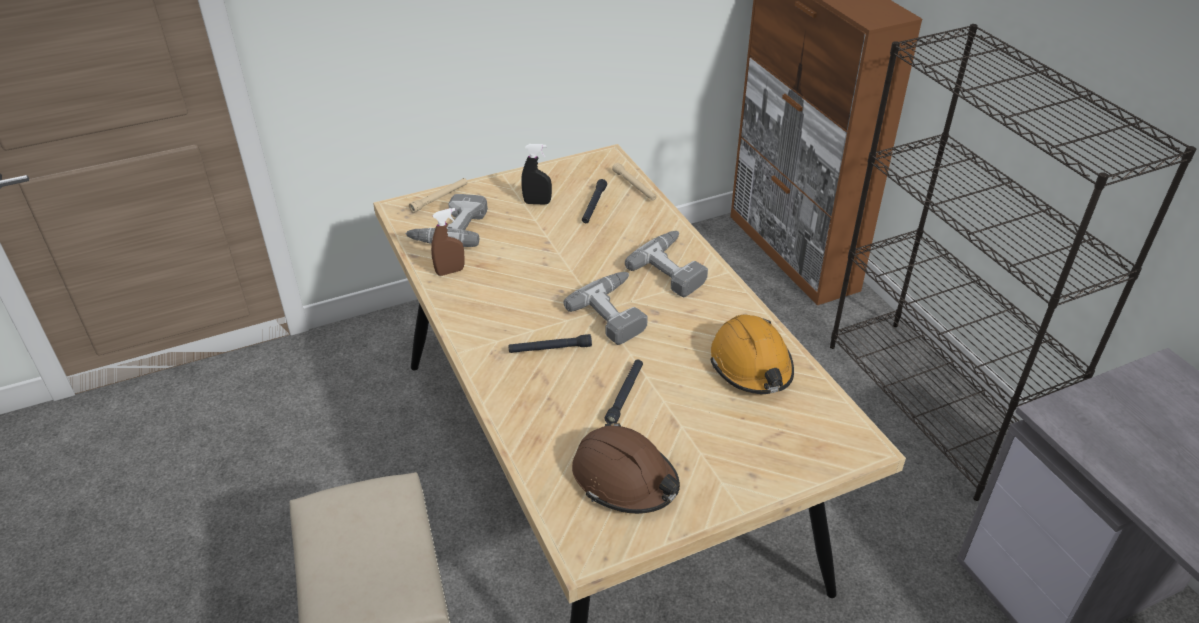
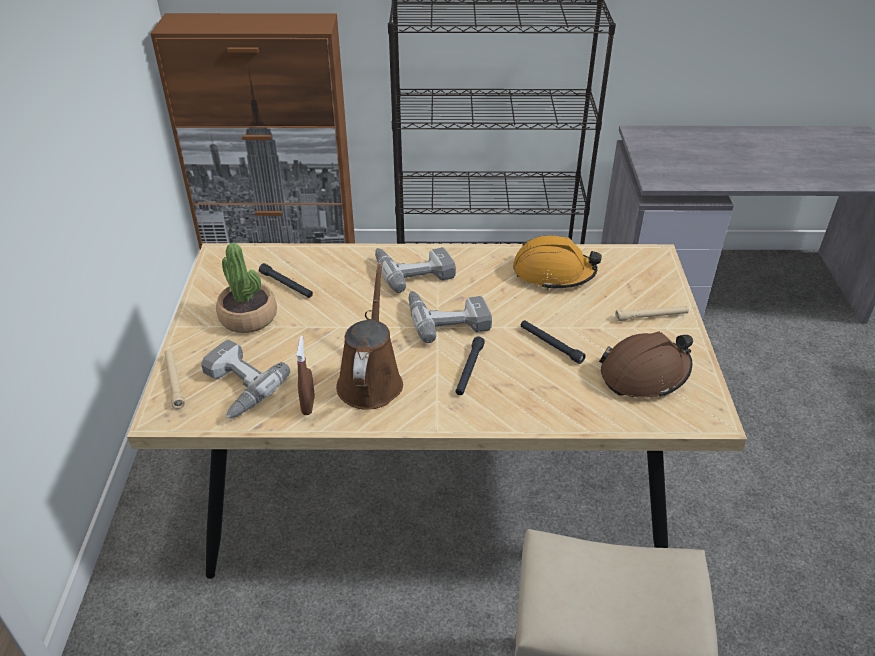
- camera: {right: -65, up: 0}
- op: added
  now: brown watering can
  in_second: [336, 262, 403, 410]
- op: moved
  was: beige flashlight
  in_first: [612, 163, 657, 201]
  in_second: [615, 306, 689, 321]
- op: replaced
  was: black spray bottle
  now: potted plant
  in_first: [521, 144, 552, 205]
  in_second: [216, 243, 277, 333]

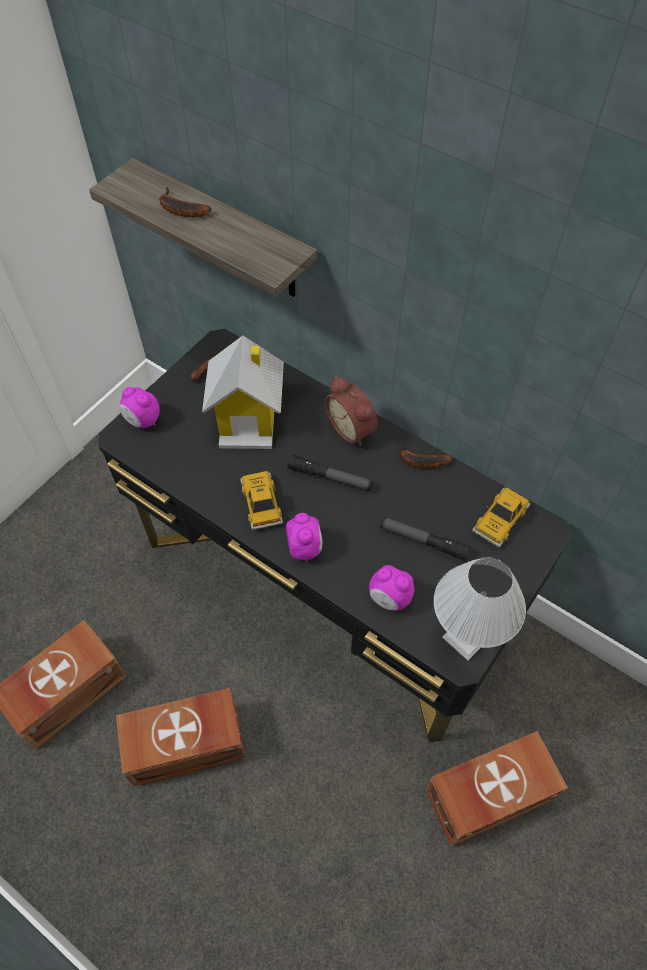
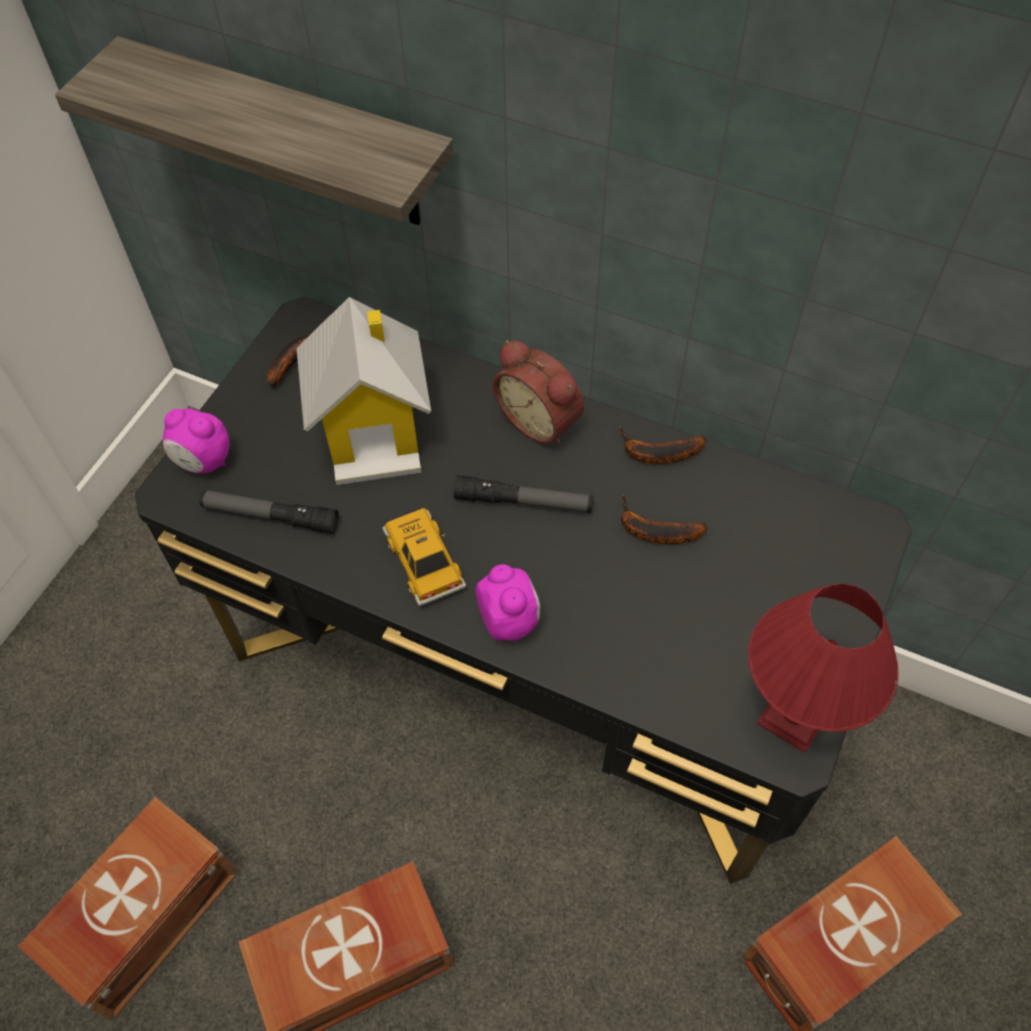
- camera: {right: -10, up: 0}
- op: removed
  was: alarm clock
  in_first: [369, 565, 415, 611]
- op: removed
  was: toy car
  in_first: [472, 488, 530, 547]
- op: moved
  was: banana
  in_first: [159, 187, 211, 217]
  in_second: [621, 495, 708, 544]
- op: moved
  was: flashlight
  in_first: [380, 517, 471, 561]
  in_second: [199, 490, 339, 534]
- op: recoloured
  was: white table lamp
  now: red table lamp
  in_first: [434, 557, 526, 661]
  in_second: [748, 584, 899, 753]

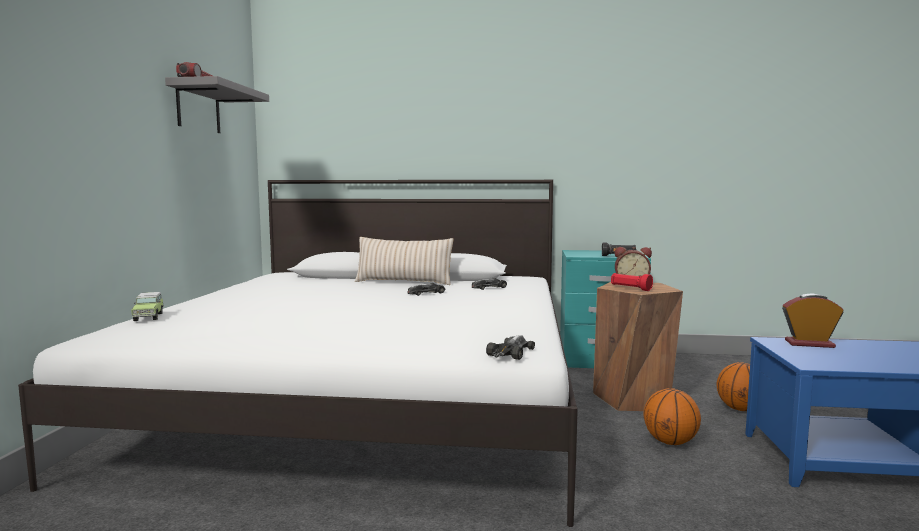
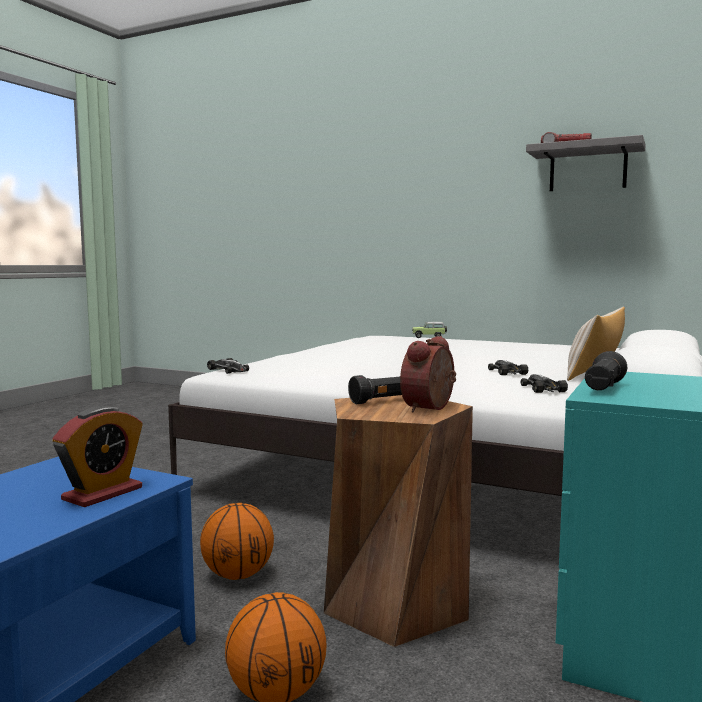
- camera: {right: 110, up: 0}
- op: recoloured
  was: red flashlight
  now: black flashlight
  in_first: [611, 273, 653, 291]
  in_second: [348, 375, 402, 404]

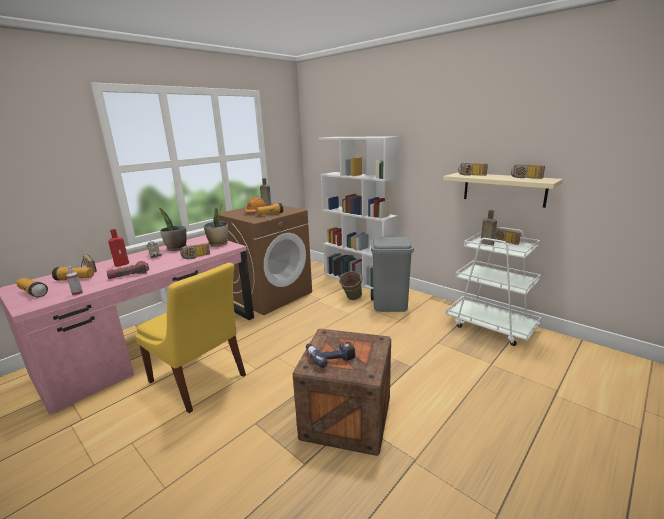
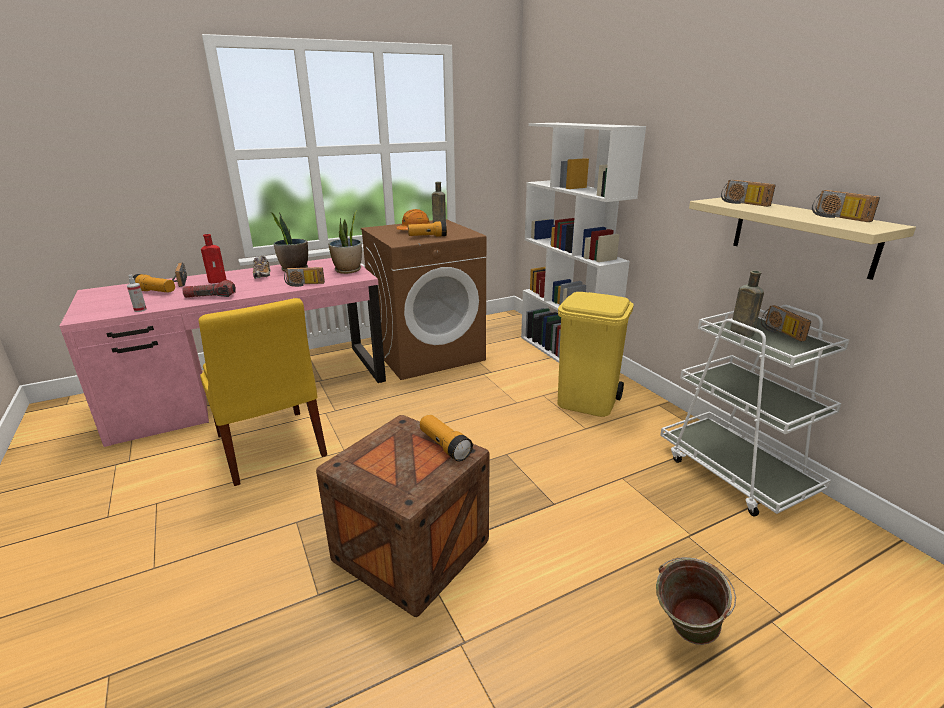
- camera: {right: 20, up: 5}
- op: removed
  was: power drill
  in_first: [306, 342, 355, 368]
- op: moved
  was: flashlight
  in_first: [16, 278, 48, 297]
  in_second: [420, 414, 473, 461]
- op: moved
  was: green bucket
  in_first: [339, 271, 363, 300]
  in_second: [656, 557, 736, 645]
- op: recoloured
  was: grey trash can
  now: yellow trash can
  in_first: [371, 237, 414, 312]
  in_second: [557, 292, 634, 417]

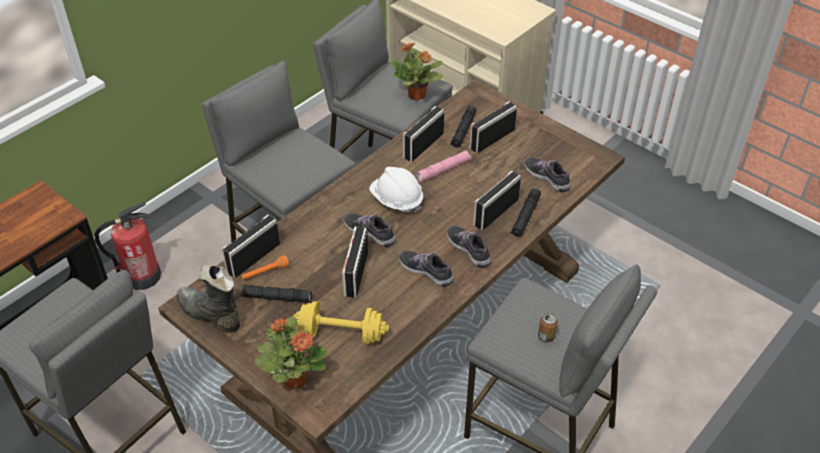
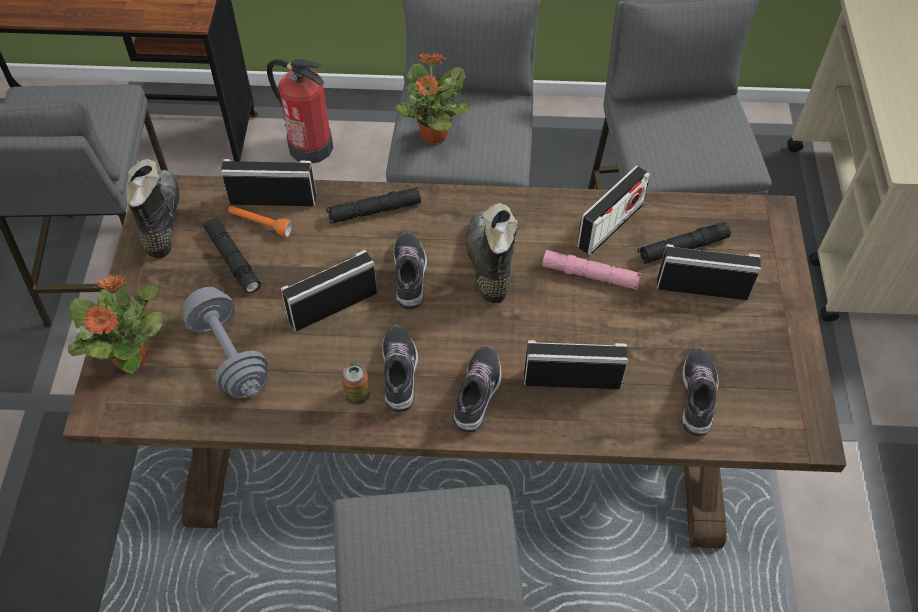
- camera: {right: 50, up: 10}
- op: moved
  was: potted plant
  in_first: [391, 42, 443, 101]
  in_second: [394, 53, 471, 144]
- op: moved
  was: black flashlight
  in_first: [511, 189, 541, 237]
  in_second: [326, 187, 421, 223]
- op: moved
  was: can
  in_first: [538, 313, 558, 343]
  in_second: [341, 363, 370, 405]
- op: replaced
  was: white hard hat
  now: black boot
  in_first: [369, 167, 423, 214]
  in_second: [466, 203, 518, 303]
- op: recoloured
  was: yellow dumbbell
  now: grey dumbbell
  in_first: [293, 301, 389, 345]
  in_second: [183, 287, 268, 399]
- op: turned
  was: radio
  in_first: [403, 106, 444, 162]
  in_second: [577, 165, 650, 255]
  clockwise: 135

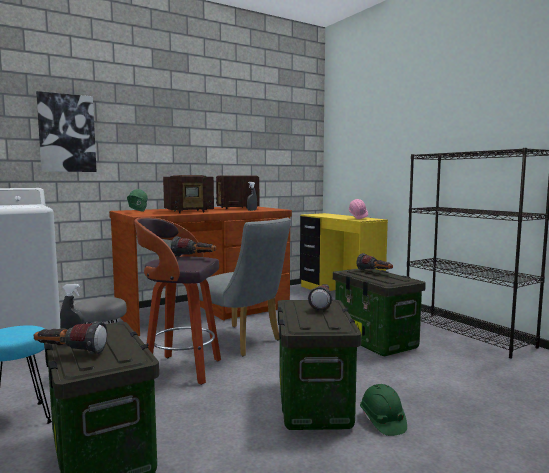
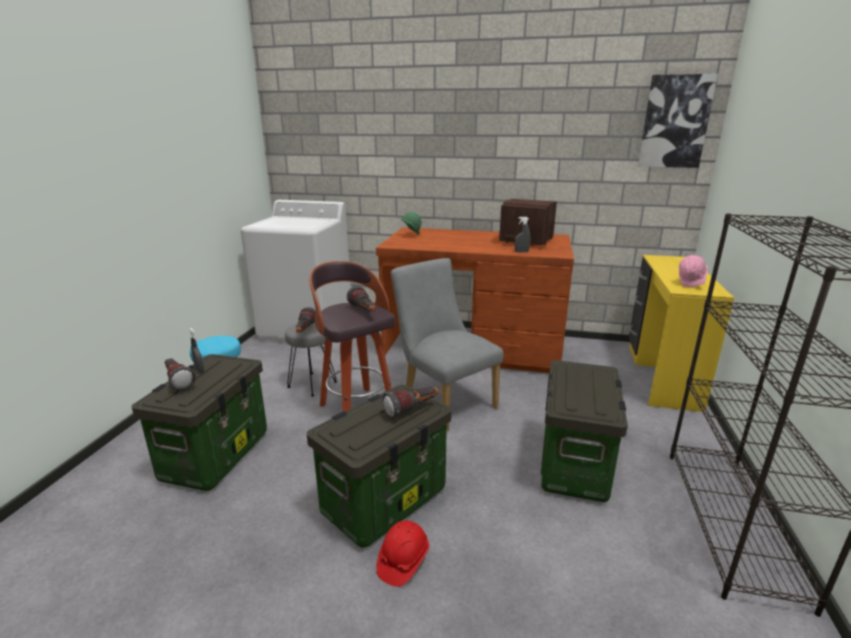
- camera: {right: 45, up: 15}
- op: removed
  was: radio
  in_first: [163, 175, 214, 213]
- op: moved
  was: picture
  in_first: [36, 91, 97, 172]
  in_second: [638, 74, 718, 168]
- op: moved
  was: flashlight
  in_first: [356, 253, 393, 270]
  in_second: [296, 307, 316, 333]
- op: recoloured
  was: green hard hat
  now: red hard hat
  in_first: [360, 384, 407, 436]
  in_second: [376, 520, 429, 587]
- op: turned
  was: grey chair
  in_first: [192, 218, 291, 356]
  in_second: [391, 258, 504, 431]
  clockwise: 150

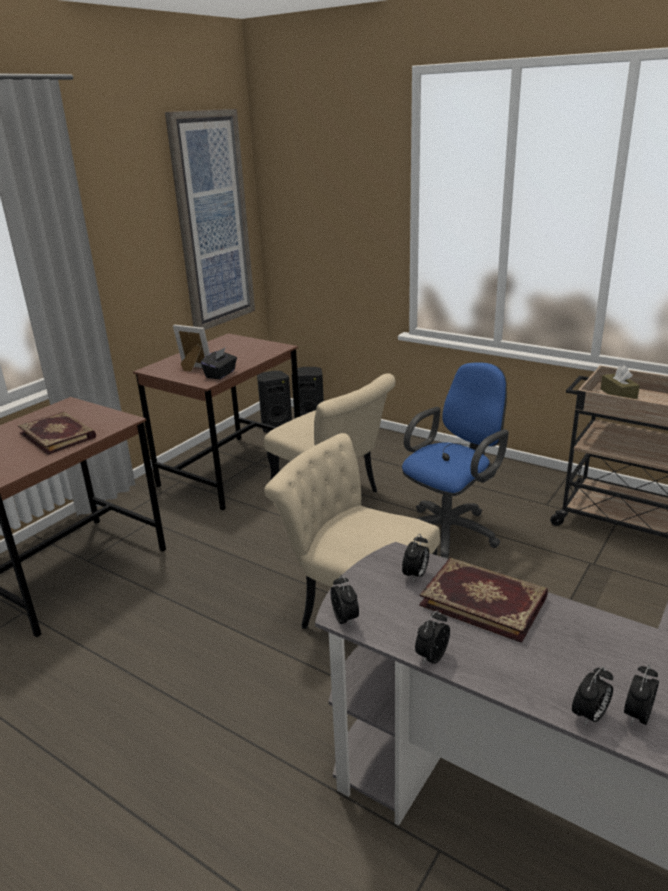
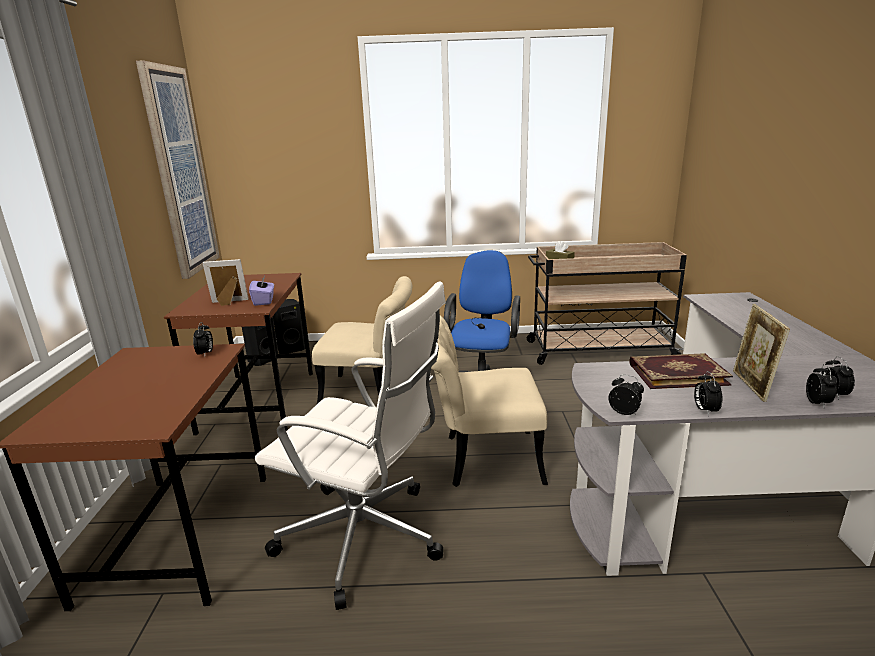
- camera: {right: -35, up: -5}
- op: removed
  was: book
  in_first: [18, 412, 96, 455]
- op: added
  now: white office chair
  in_second: [255, 281, 446, 610]
- op: added
  now: picture frame
  in_second: [733, 304, 790, 402]
- op: moved
  was: alarm clock
  in_first: [402, 534, 429, 582]
  in_second: [193, 322, 213, 356]
- op: recoloured
  was: black tissue box
  now: purple tissue box
  in_first: [201, 348, 237, 379]
  in_second: [249, 276, 274, 306]

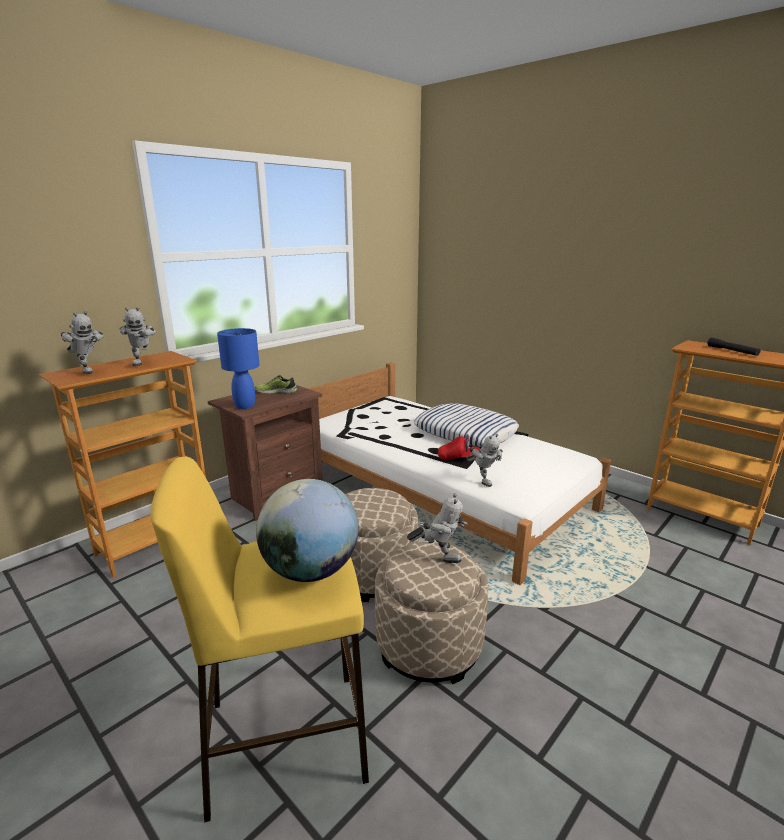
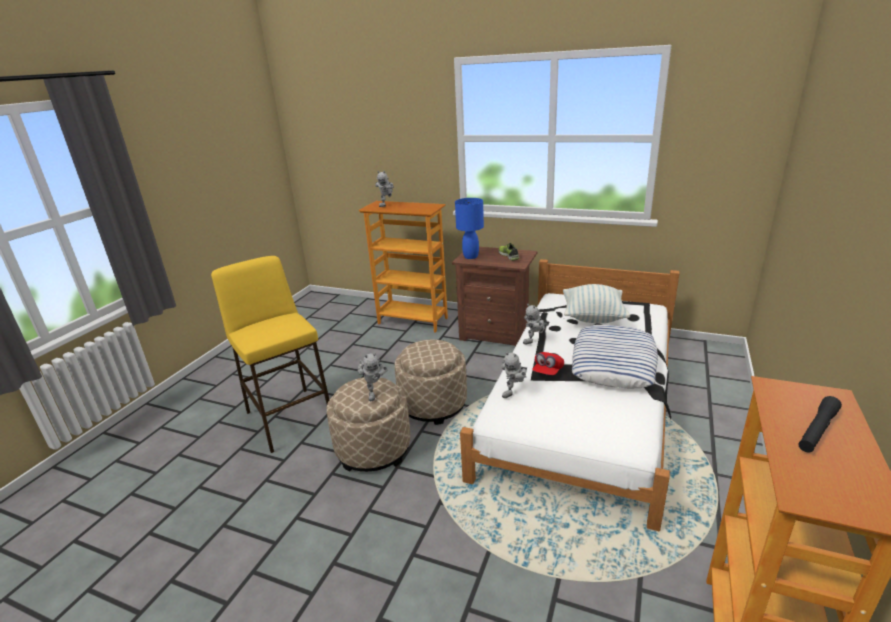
- camera: {right: 70, up: 5}
- op: removed
  was: globe
  in_first: [256, 479, 359, 582]
- op: added
  now: pillow
  in_second: [563, 284, 630, 323]
- op: moved
  was: toy robot
  in_first: [120, 306, 156, 366]
  in_second: [523, 304, 550, 344]
- op: turned
  was: red cap
  in_first: [438, 434, 480, 461]
  in_second: [532, 352, 564, 375]
  clockwise: 45

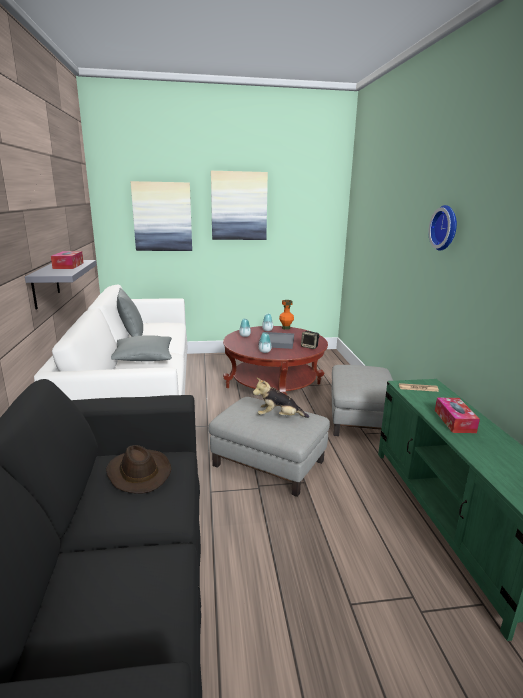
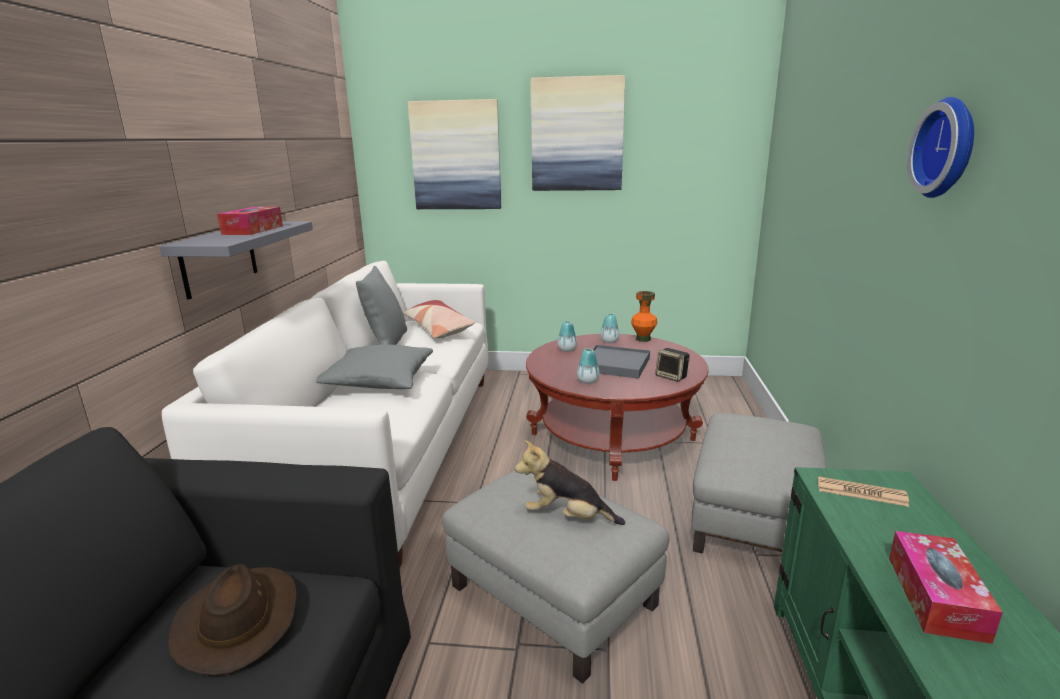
- camera: {right: 15, up: 0}
- op: added
  now: pillow
  in_second: [403, 300, 475, 338]

